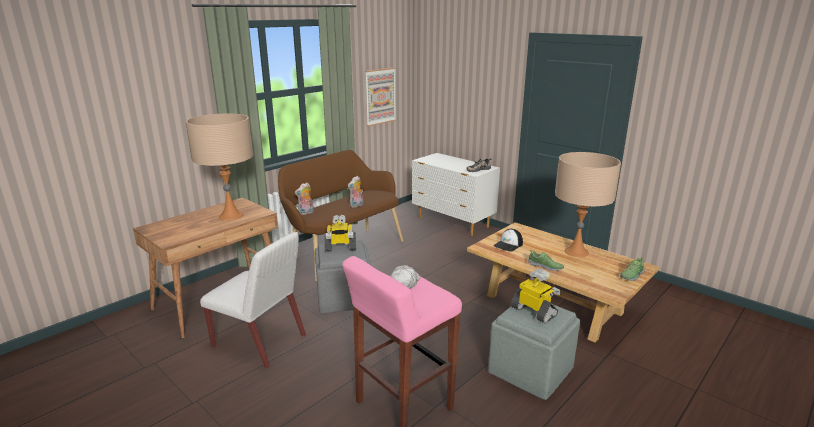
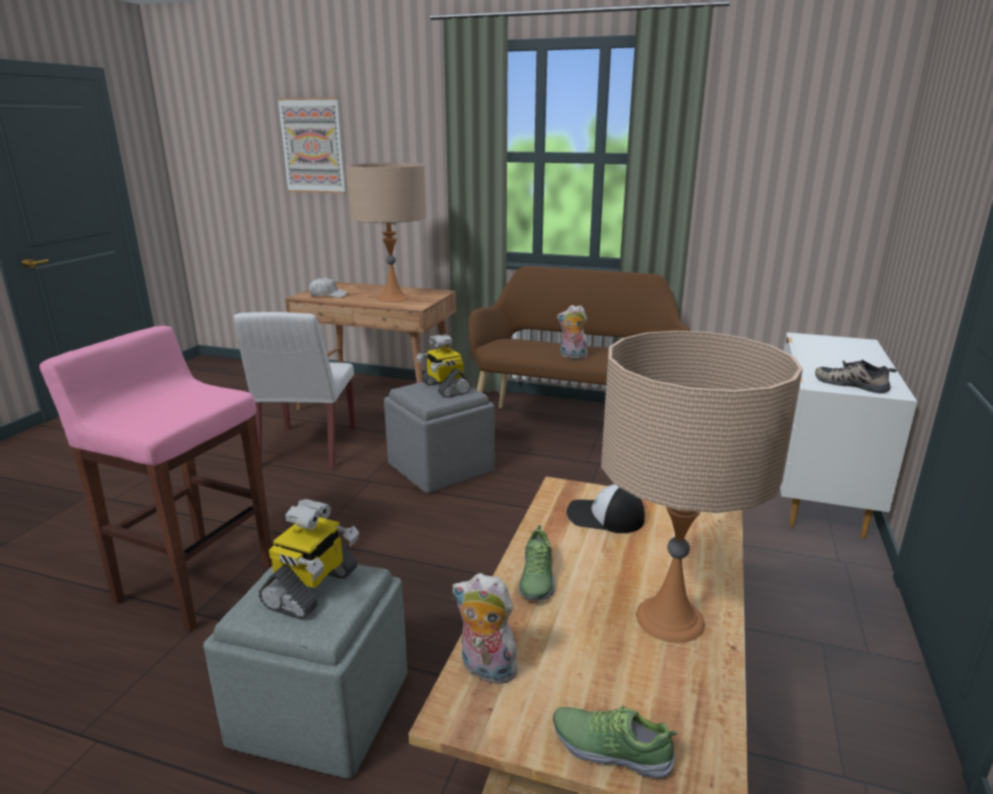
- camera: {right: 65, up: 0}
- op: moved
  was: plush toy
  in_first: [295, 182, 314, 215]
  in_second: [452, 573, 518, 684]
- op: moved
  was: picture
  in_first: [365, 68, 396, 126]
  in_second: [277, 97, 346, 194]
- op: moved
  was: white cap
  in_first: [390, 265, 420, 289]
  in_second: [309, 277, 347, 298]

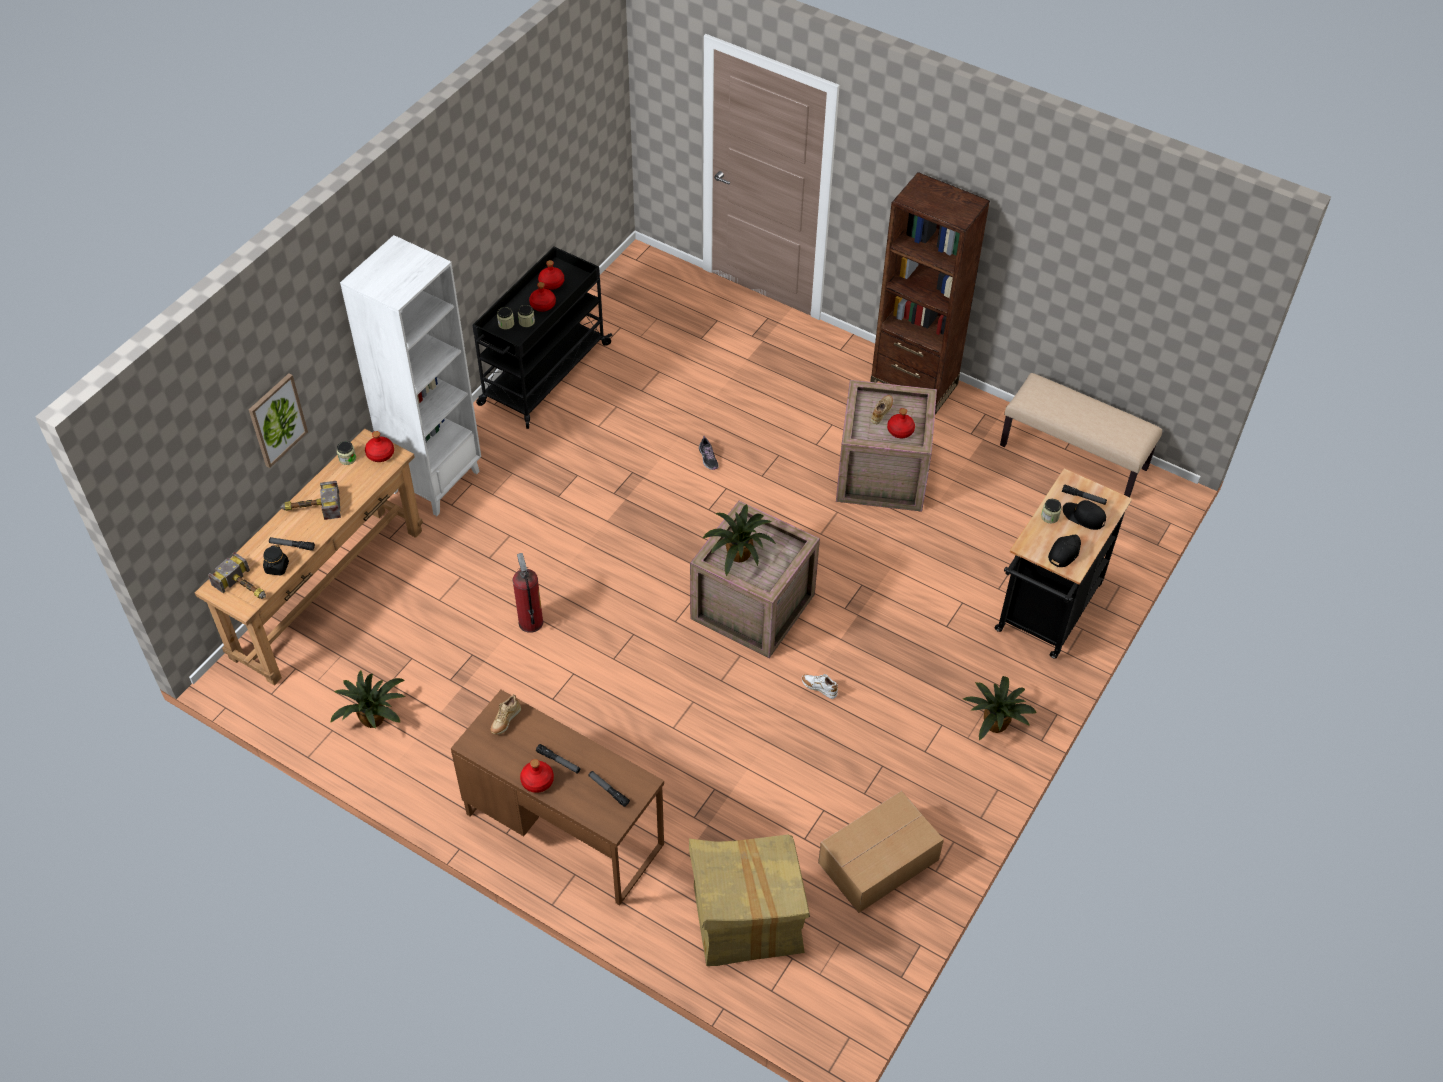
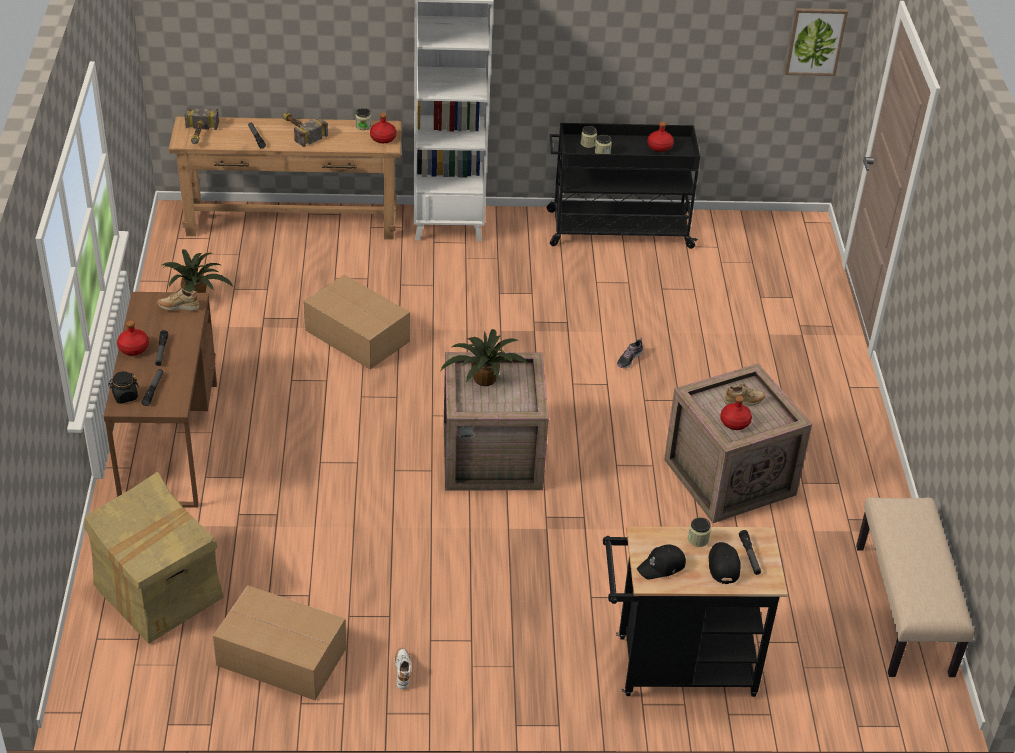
- camera: {right: 55, up: -10}
- op: removed
  was: red bottle
  in_first: [529, 282, 556, 312]
- op: removed
  was: brown bookcase
  in_first: [870, 172, 990, 414]
- op: removed
  was: potted plant
  in_first: [963, 676, 1037, 741]
- op: moved
  was: picture
  in_first: [249, 373, 308, 468]
  in_second: [785, 8, 848, 76]
- op: moved
  was: black jar
  in_first: [263, 545, 289, 575]
  in_second: [108, 371, 139, 404]
- op: moved
  was: white shoe
  in_first: [802, 674, 838, 699]
  in_second: [394, 648, 411, 689]
- op: replaced
  was: fire extinguisher
  now: cardboard box
  in_first: [513, 553, 543, 633]
  in_second: [304, 275, 410, 370]
- op: turned
  was: black cap
  in_first: [1048, 535, 1081, 567]
  in_second: [637, 544, 686, 580]
  clockwise: 150

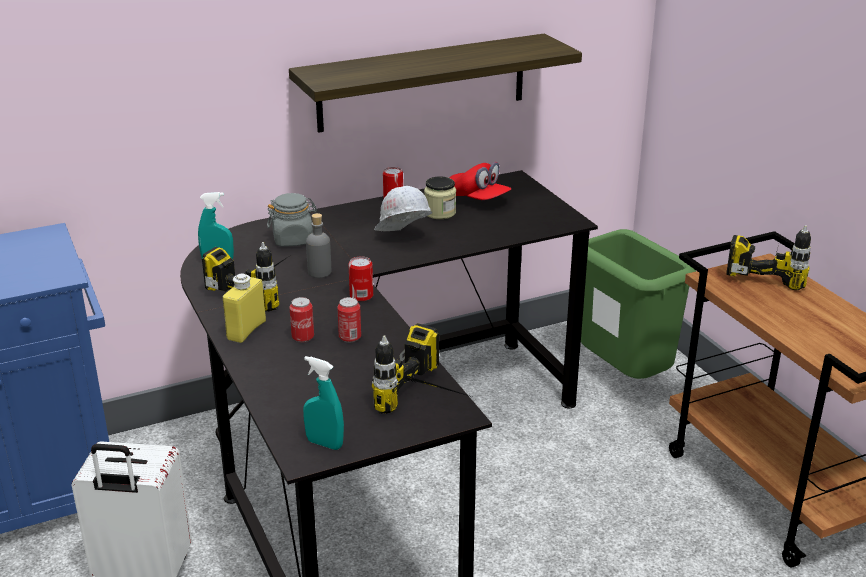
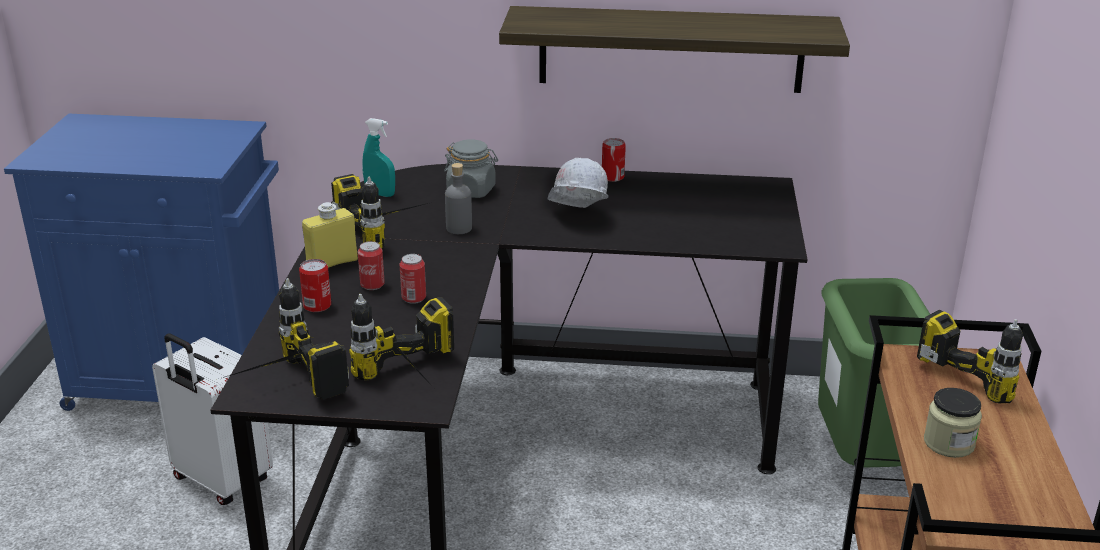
- camera: {right: 30, up: 0}
- op: removed
  was: red cap
  in_first: [450, 162, 511, 200]
- op: moved
  was: can
  in_first: [348, 256, 373, 301]
  in_second: [299, 259, 331, 312]
- op: moved
  was: jar
  in_first: [424, 176, 456, 219]
  in_second: [924, 388, 982, 458]
- op: replaced
  was: turquoise spray bottle
  now: power drill
  in_first: [303, 356, 344, 450]
  in_second: [223, 278, 349, 400]

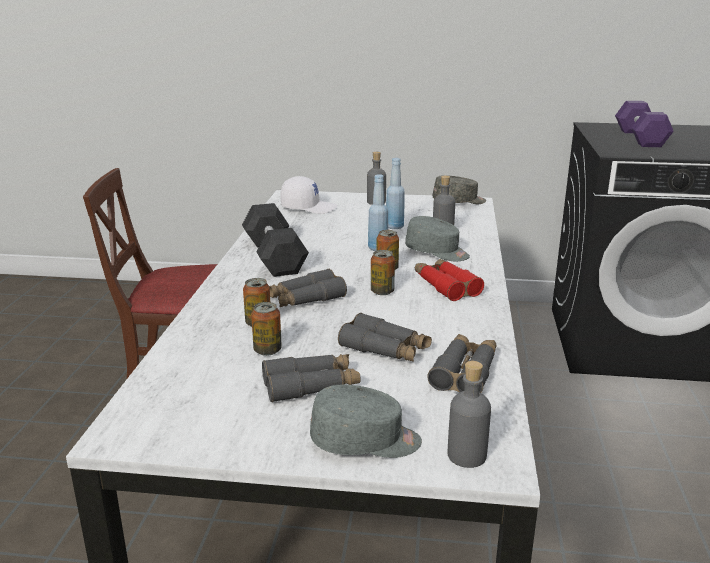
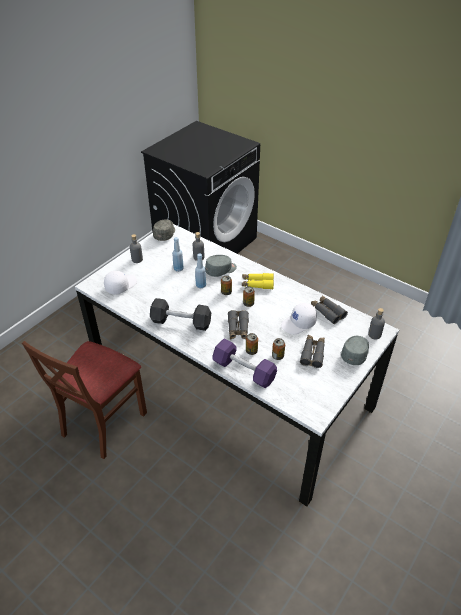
- camera: {right: -60, up: 20}
- op: moved
  was: purple dumbbell
  in_first: [615, 101, 674, 147]
  in_second: [212, 339, 277, 388]
- op: replaced
  was: grey binoculars
  now: white cap
  in_first: [338, 313, 432, 362]
  in_second: [281, 303, 317, 335]
- op: recoloured
  was: red binoculars
  now: yellow binoculars
  in_first: [415, 259, 484, 301]
  in_second: [242, 273, 274, 289]

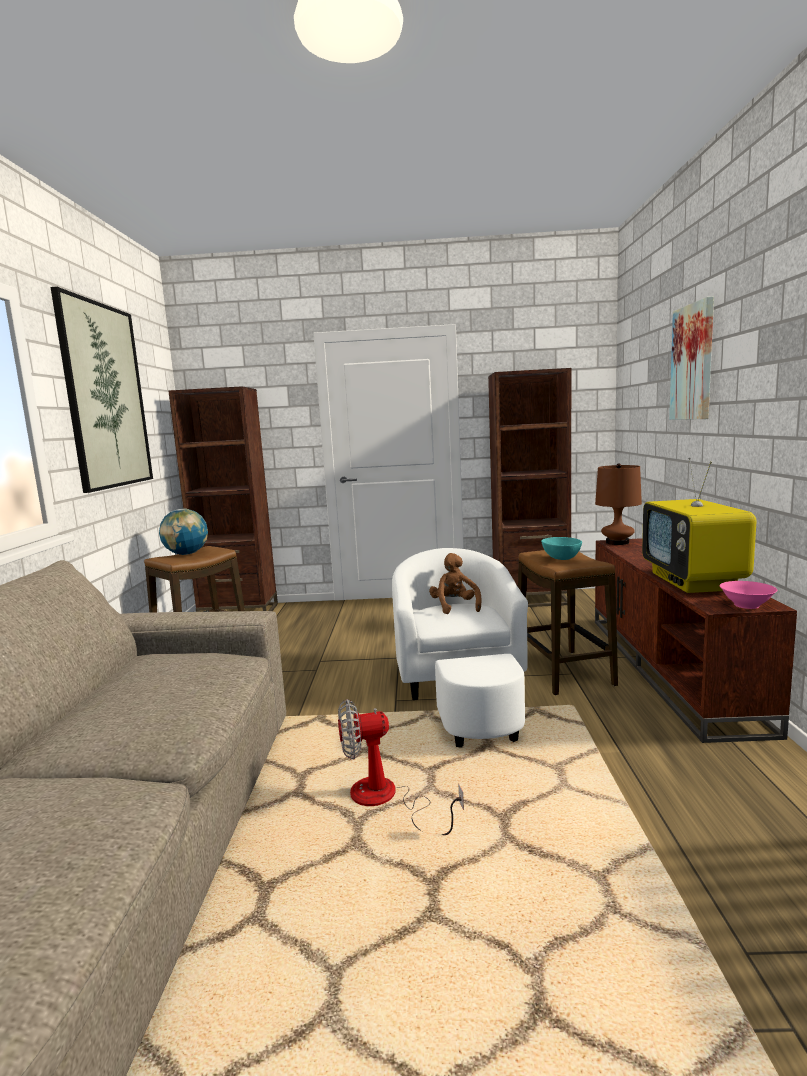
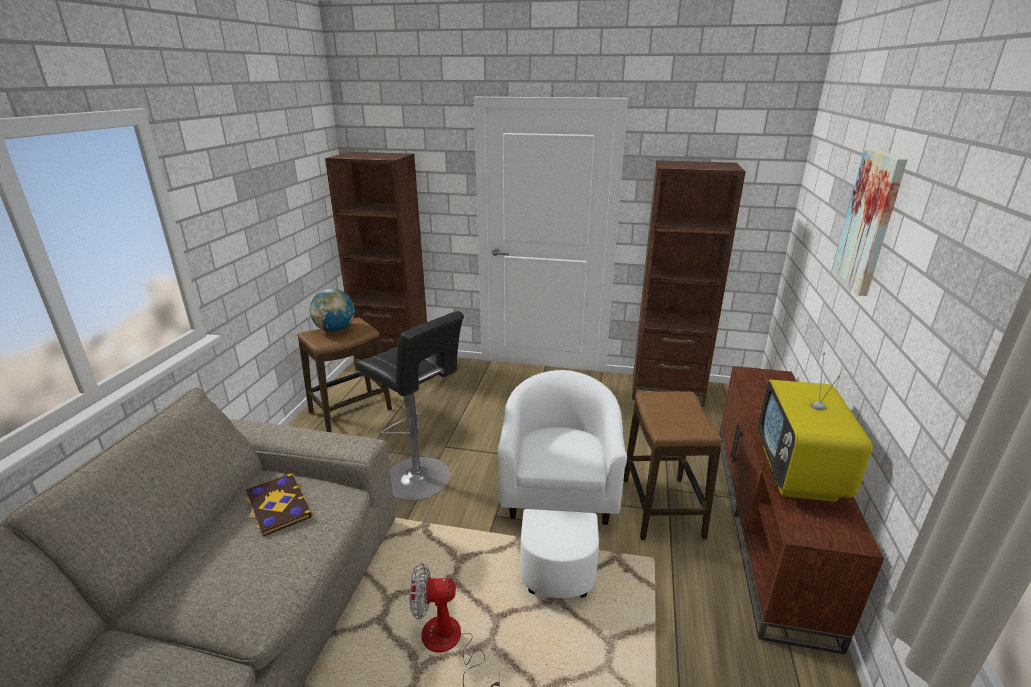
- camera: {right: 10, up: 15}
- op: removed
  was: picture
  in_first: [51, 287, 153, 493]
- op: removed
  was: brown plush toy
  in_first: [429, 553, 482, 614]
- op: removed
  was: turquoise bowl
  in_first: [541, 537, 582, 560]
- op: removed
  was: brown table lamp
  in_first: [595, 463, 642, 545]
- op: removed
  was: pink bowl
  in_first: [720, 581, 777, 609]
- op: added
  now: book
  in_second: [244, 473, 312, 537]
- op: added
  now: black stool
  in_second: [355, 311, 464, 501]

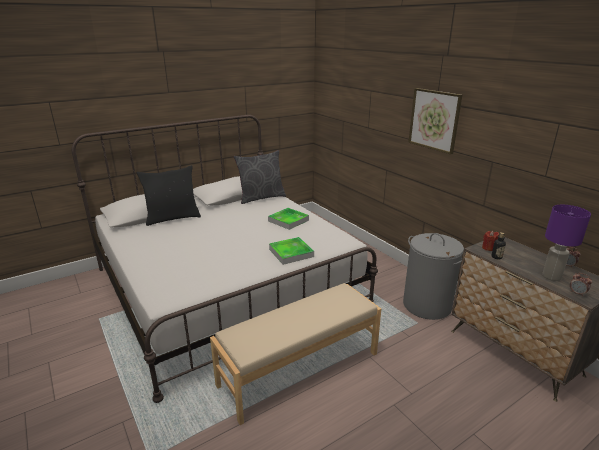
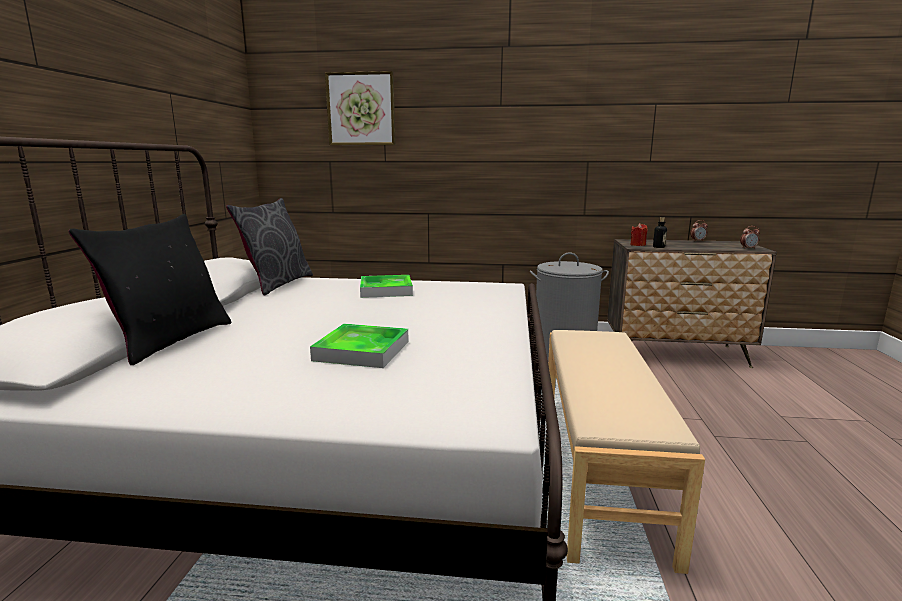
- camera: {right: -50, up: -10}
- op: removed
  was: purple table lamp
  in_first: [542, 205, 591, 281]
- op: moved
  was: tray
  in_first: [269, 237, 314, 265]
  in_second: [310, 324, 409, 368]
- op: moved
  was: picture
  in_first: [408, 88, 462, 155]
  in_second: [325, 71, 395, 145]

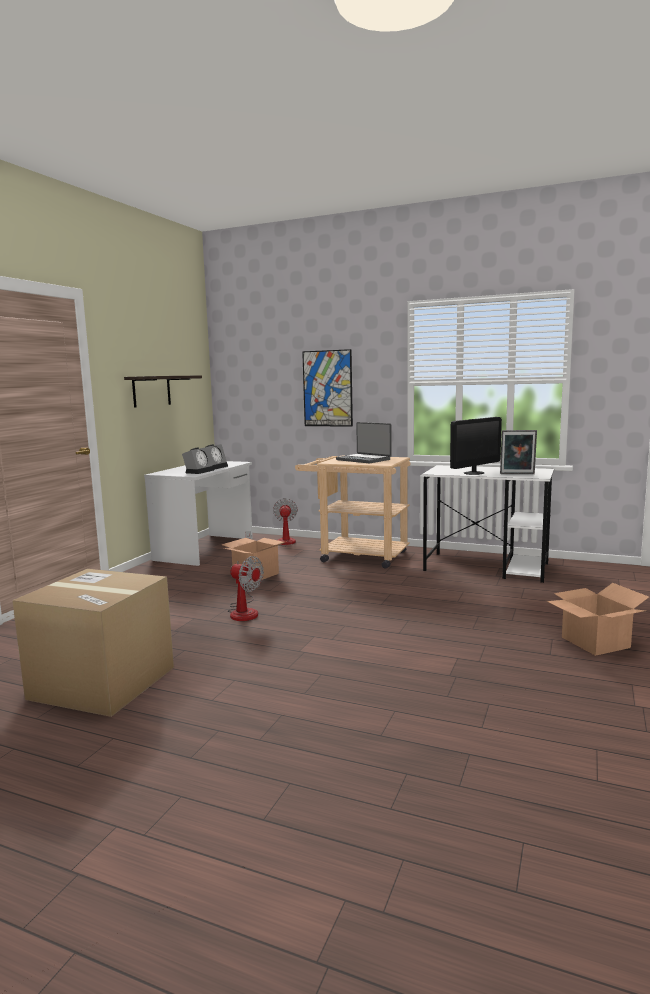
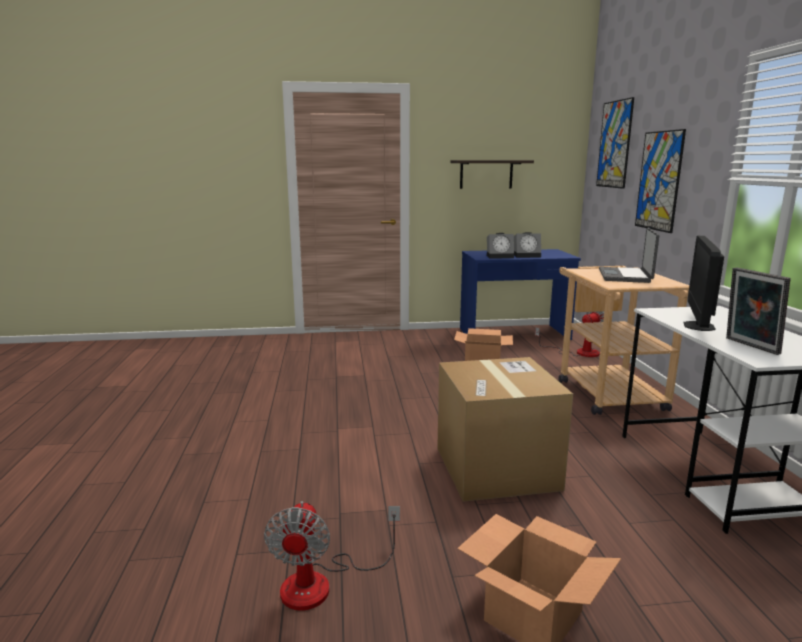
- camera: {right: 60, up: 5}
- op: added
  now: picture
  in_second: [596, 97, 634, 189]
- op: moved
  was: cardboard box
  in_first: [12, 569, 174, 717]
  in_second: [437, 357, 573, 502]
- op: moved
  was: fan
  in_first: [228, 556, 264, 621]
  in_second: [264, 501, 400, 611]
- op: recoloured
  was: white desk
  now: blue desk
  in_first: [144, 461, 253, 566]
  in_second: [460, 249, 581, 340]
- op: turned
  was: monitor
  in_first: [450, 417, 502, 475]
  in_second: [684, 236, 724, 331]
  clockwise: 90

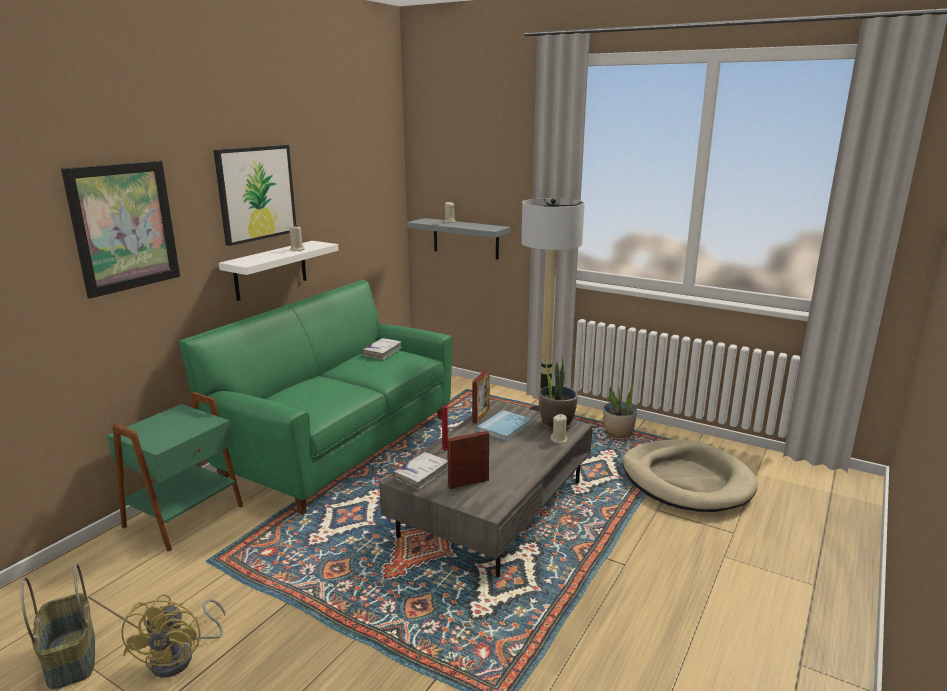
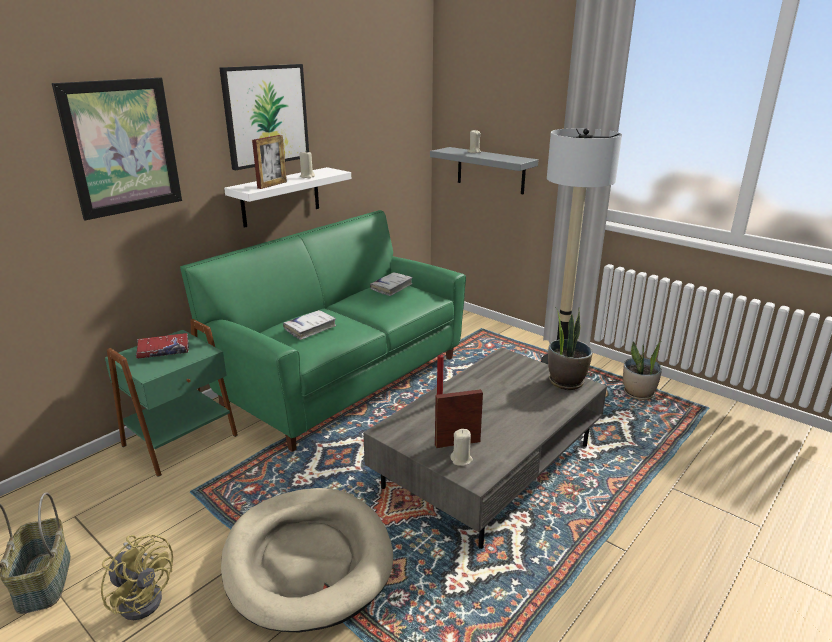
- camera: {right: 10, up: 5}
- op: removed
  was: blue book
  in_first: [477, 410, 532, 442]
- op: added
  now: red book
  in_second: [136, 333, 189, 359]
- op: moved
  was: white book
  in_first: [393, 452, 448, 490]
  in_second: [283, 310, 337, 340]
- op: moved
  was: picture frame
  in_first: [472, 369, 490, 424]
  in_second: [252, 135, 287, 189]
- op: moved
  was: beige candle
  in_first: [550, 414, 568, 443]
  in_second: [451, 429, 473, 466]
- op: moved
  was: beige dog bed
  in_first: [622, 439, 758, 512]
  in_second: [221, 488, 393, 632]
- op: turned
  was: yellow fan
  in_first: [122, 594, 225, 677]
  in_second: [101, 534, 173, 620]
  clockwise: -60

